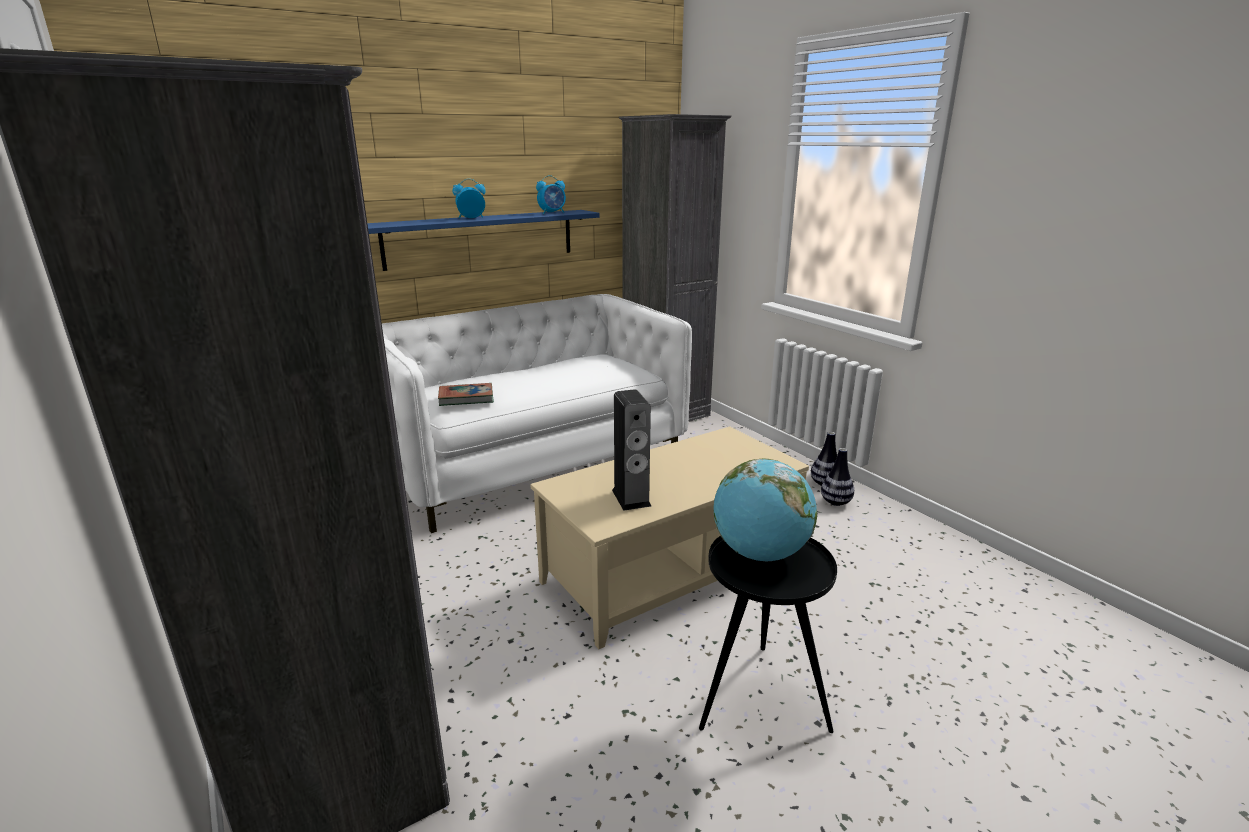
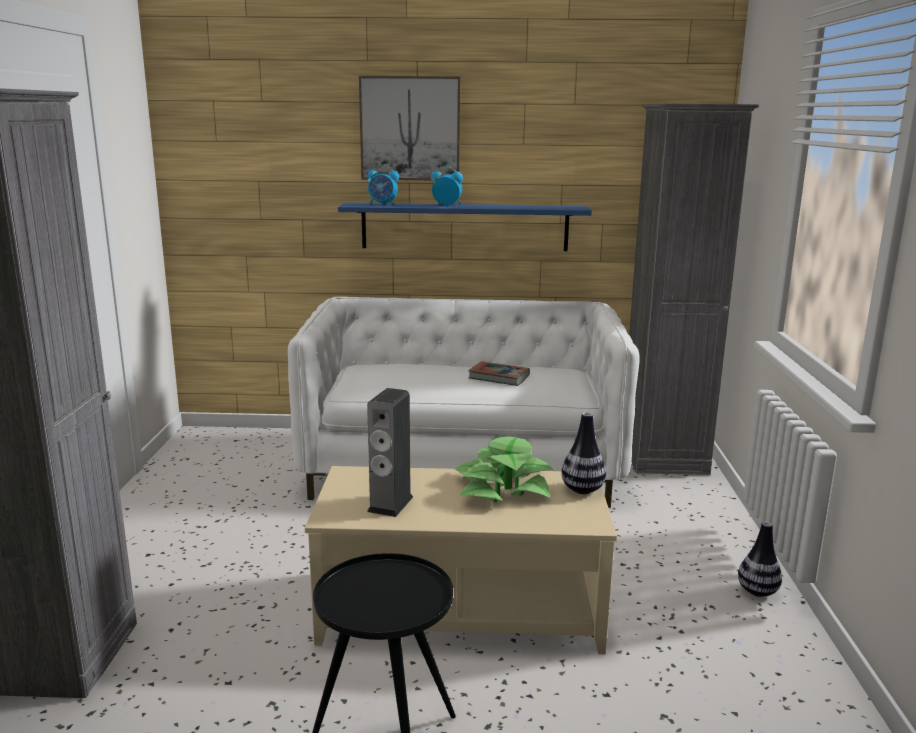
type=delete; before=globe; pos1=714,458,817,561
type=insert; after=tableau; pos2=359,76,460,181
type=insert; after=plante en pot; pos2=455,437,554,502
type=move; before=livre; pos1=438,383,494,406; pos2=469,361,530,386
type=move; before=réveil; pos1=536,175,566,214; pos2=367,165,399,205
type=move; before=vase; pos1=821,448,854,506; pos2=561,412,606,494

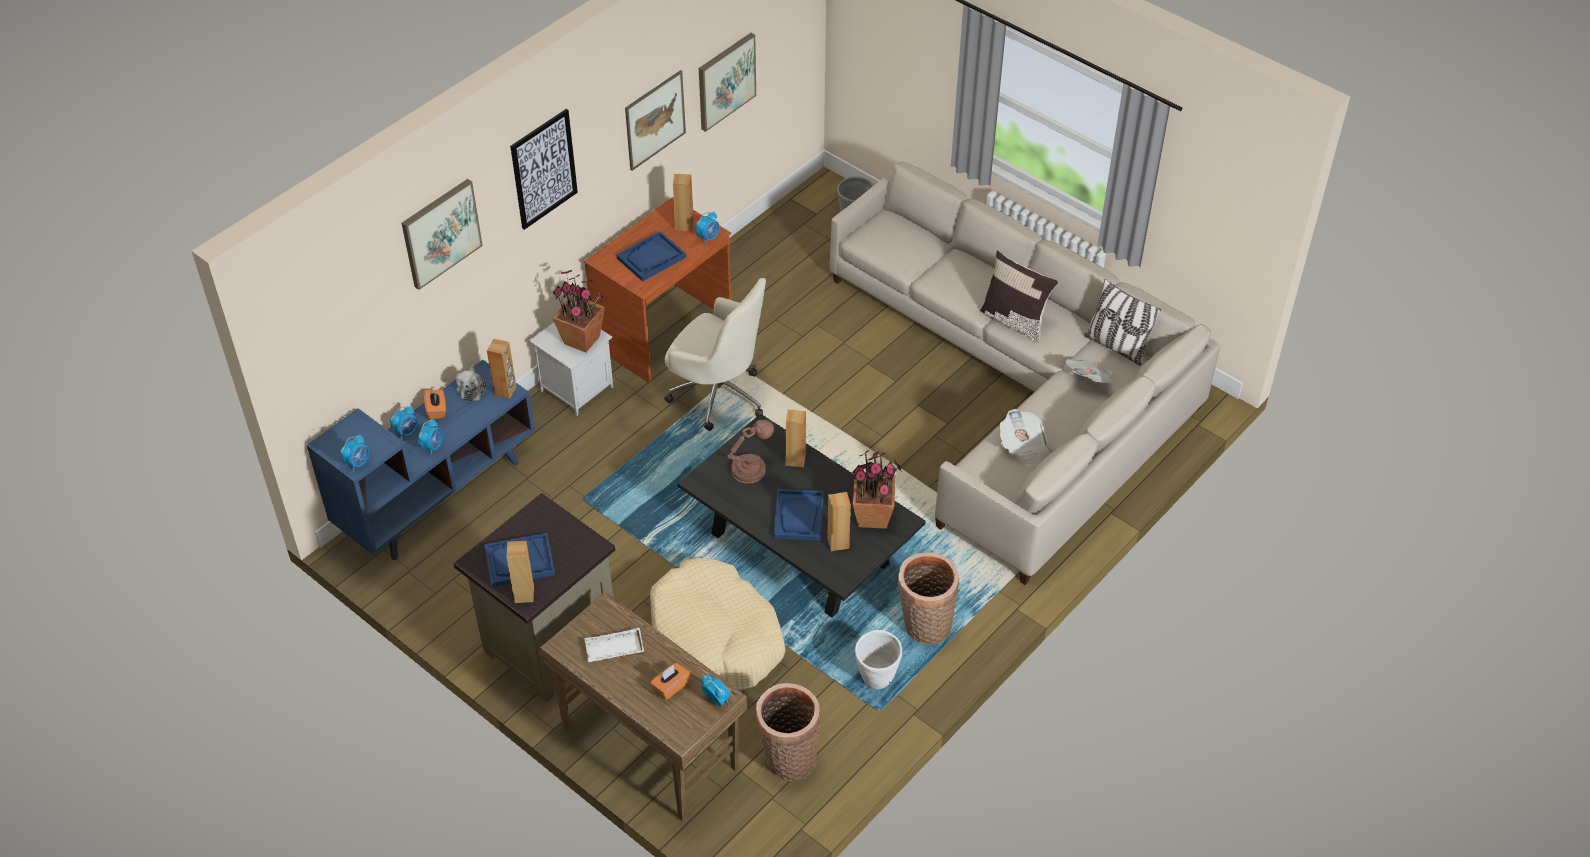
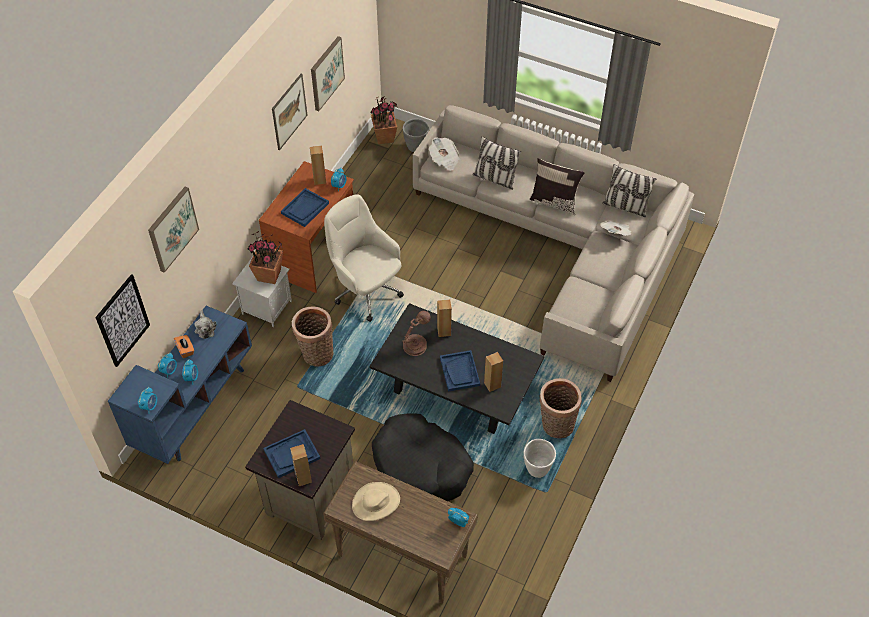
type=delete; before=enceinte [marron]; pos1=487,339,516,399
type=delete; before=boîte à mouchoirs [orange]; pos1=650,663,690,700
type=insert; after=coussin; pos2=473,136,521,190
type=move; before=tableau; pos1=510,109,578,230; pos2=95,274,150,367
type=move; before=panier; pos1=756,683,820,781; pos2=292,306,333,367
type=move; before=plante en pot; pos1=852,450,902,529; pos2=370,97,397,144
type=move; before=journal; pos1=999,409,1048,467; pos2=429,137,461,171
type=replace; before=plateau [blanc]; after=chapeau [beige]; pos1=585,628,644,662; pos2=352,482,400,521
type=recolor; before=panier pour chien [beige]; after=panier pour chien [noir]; pos1=650,558,785,690; pos2=372,413,474,501
type=rotate; before=chaise de bureau [beige]; pos1=664,278,766,431; pos2=324,194,404,322; turn=-150

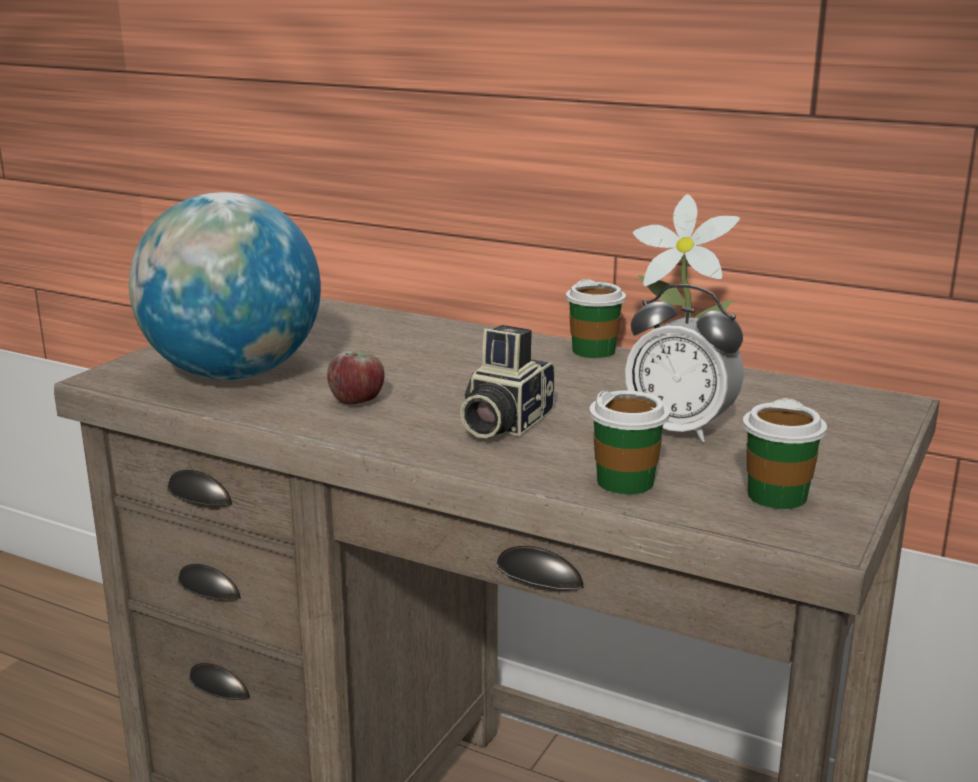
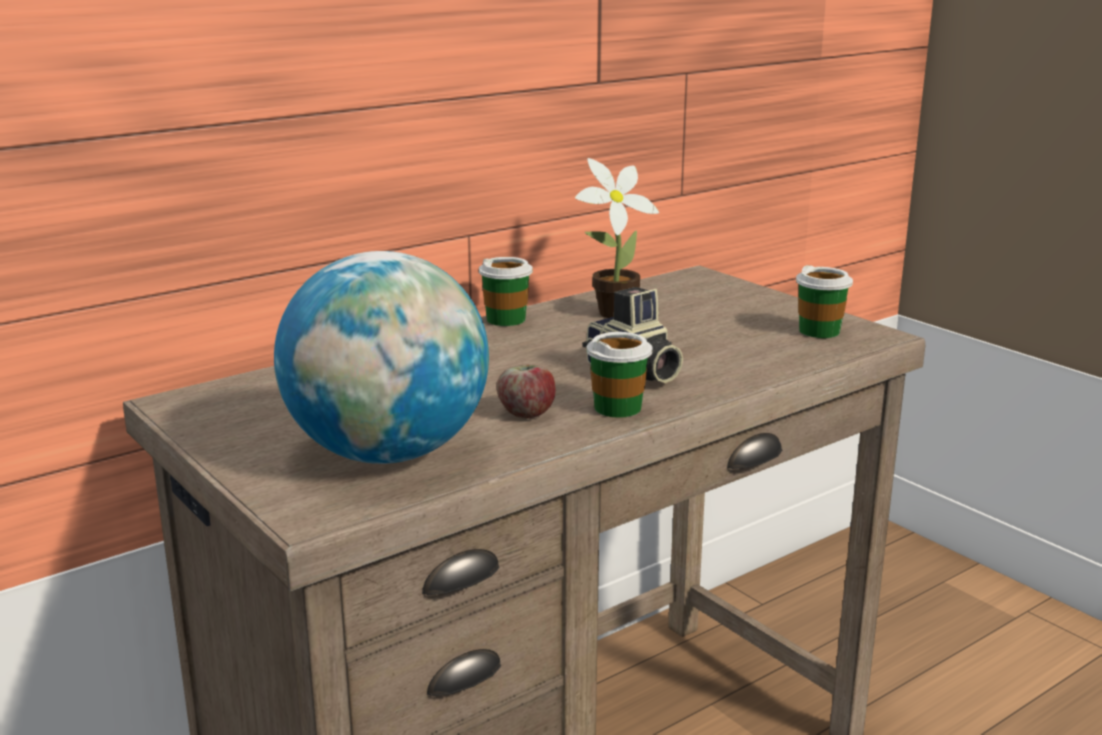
type=delete; before=réveil; pos1=625,284,744,443
type=move; before=tasse; pos1=589,390,670,495; pos2=587,332,653,418

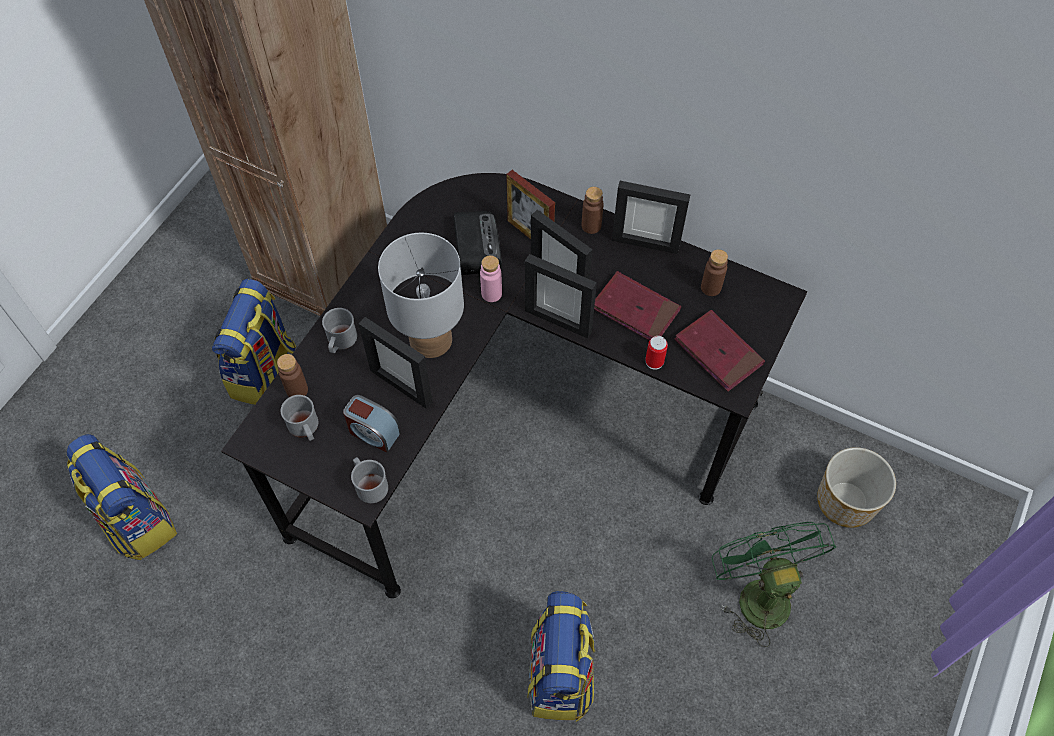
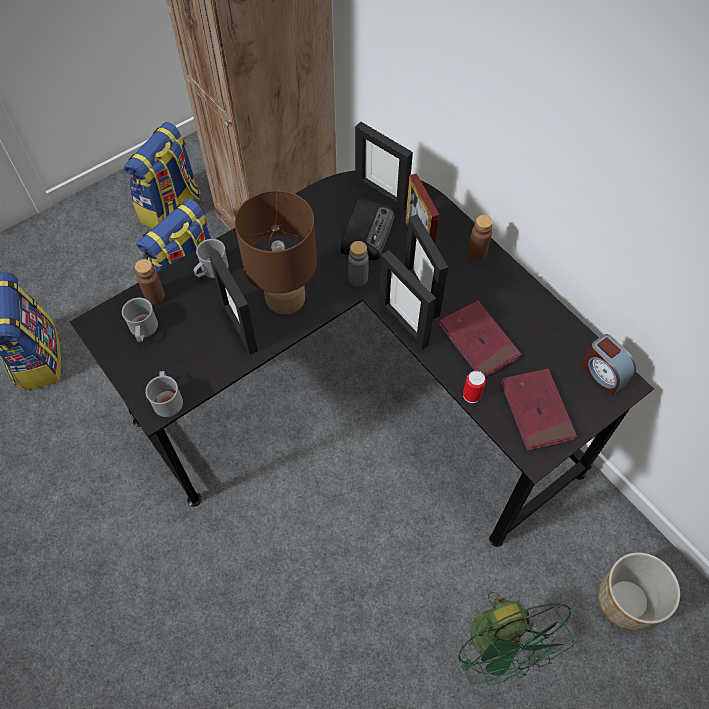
type=delete; before=bouteille [marron]; pos1=701,249,728,296
type=move; before=réveil; pos1=343,395,401,453; pos2=582,334,636,396
type=move; before=sac à dos; pos1=528,591,595,722; pos2=124,122,201,229
type=move; before=cadre photo; pos1=612,181,690,254; pos2=355,122,413,211
type=recolor; before=lampe de table [gris]; after=lampe de table [marron]; pos1=378,233,464,358; pos2=235,190,317,314
type=recolor; before=bouteille [rose]; after=bouteille [gris]; pos1=480,255,502,302; pos2=348,241,369,287
type=rotate; before=ventilateur [vert]; pos1=712,522,836,647; pos2=458,592,581,686; turn=150

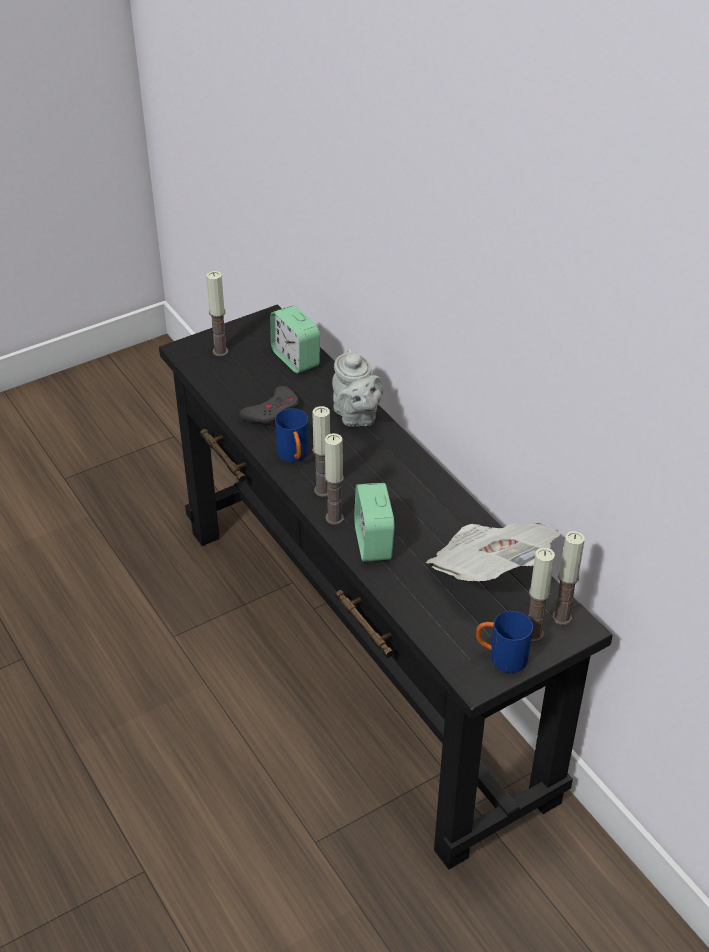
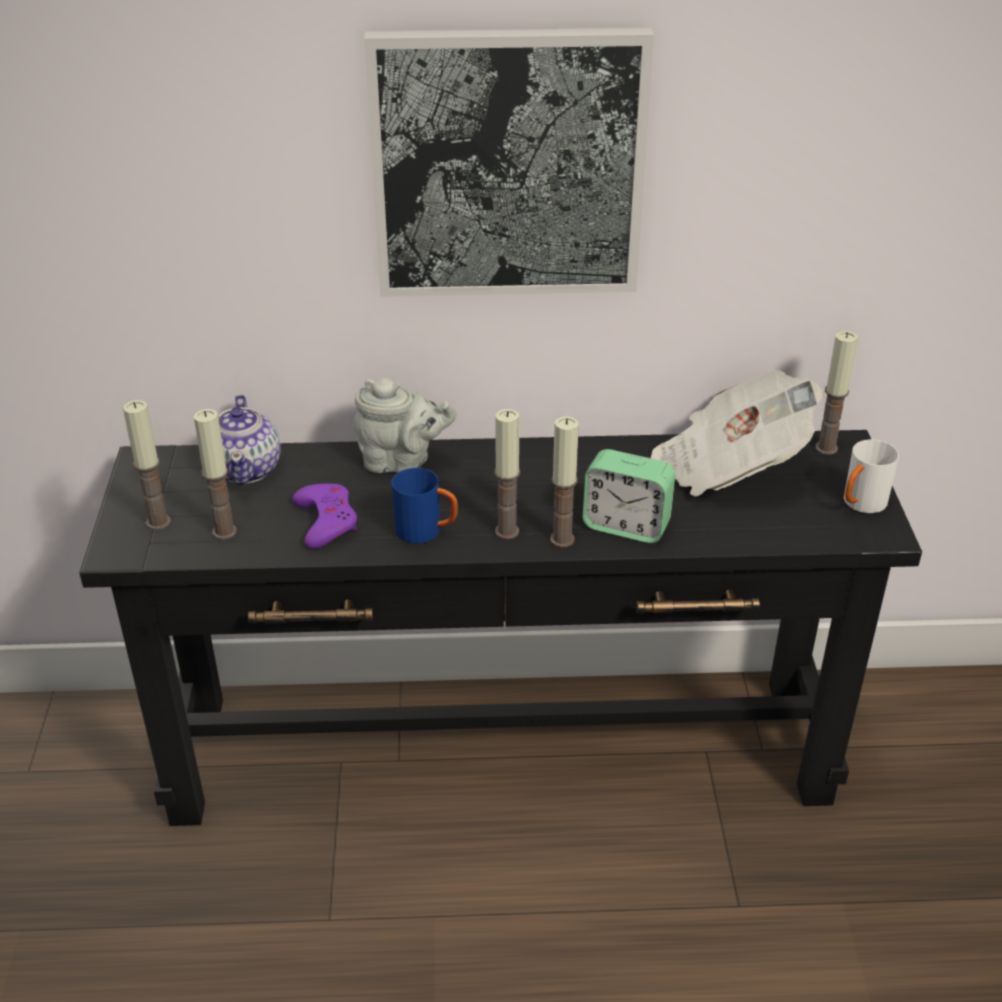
type=insert; after=tableau; pos2=364,28,654,297
type=move; before=bougie; pos1=528,547,555,642; pos2=194,409,237,539
type=replace; before=réveil; after=théière; pos1=270,305,320,373; pos2=218,395,281,485
type=recolor; before=manette [gris]; after=manette [violet]; pos1=239,386,299,427; pos2=292,483,357,549
type=recolor; before=mug [bleu]; after=mug [blanc]; pos1=476,611,533,673; pos2=844,439,899,513

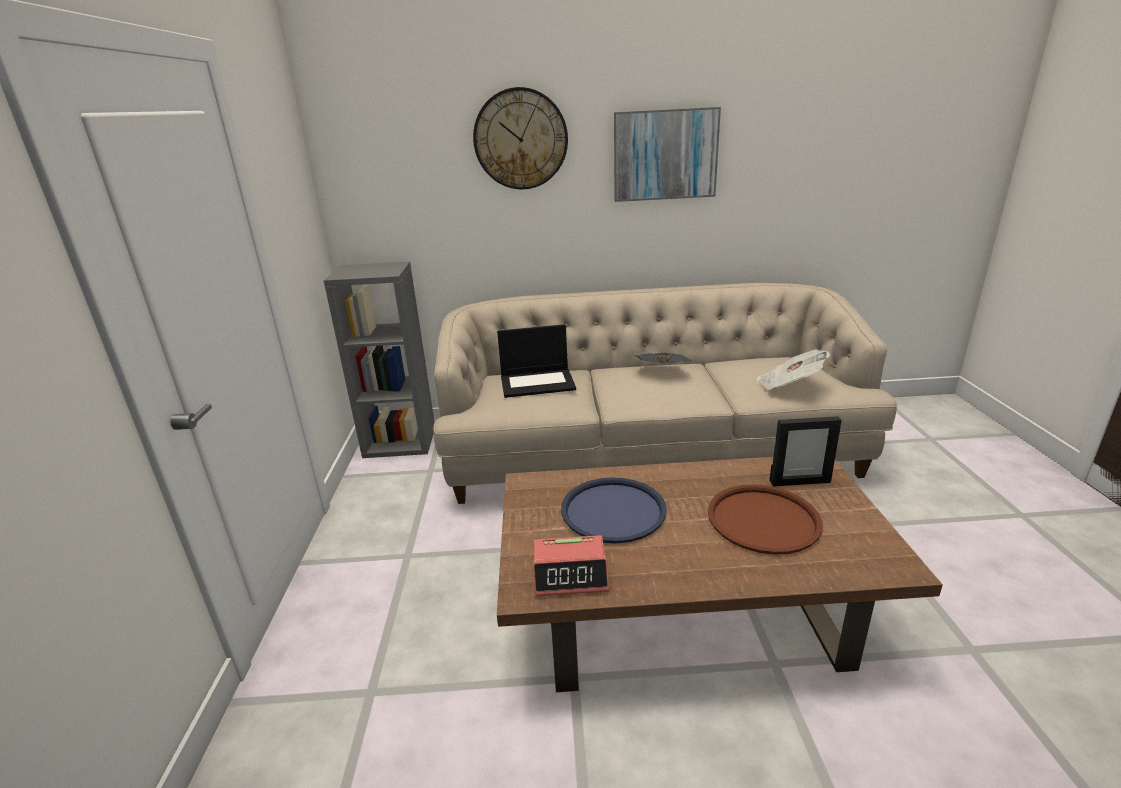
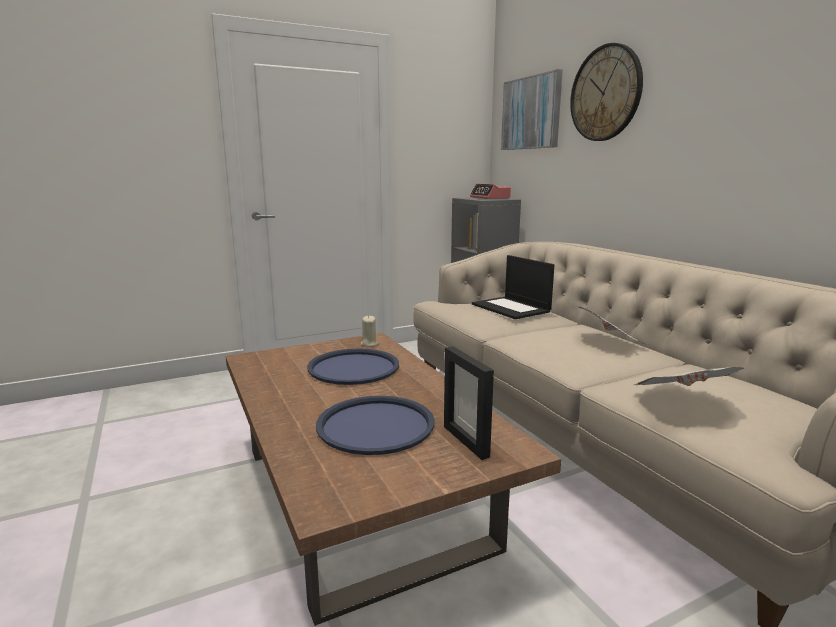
type=insert; after=bougie [beige]; pos2=361,315,378,347
type=move; before=réveil; pos1=533,535,609,597; pos2=470,184,511,199
type=move; before=tableau; pos1=614,107,721,202; pos2=501,69,563,150
type=recolor; before=plateau [marron]; after=plateau [bleu]; pos1=708,485,823,555; pos2=316,396,435,455

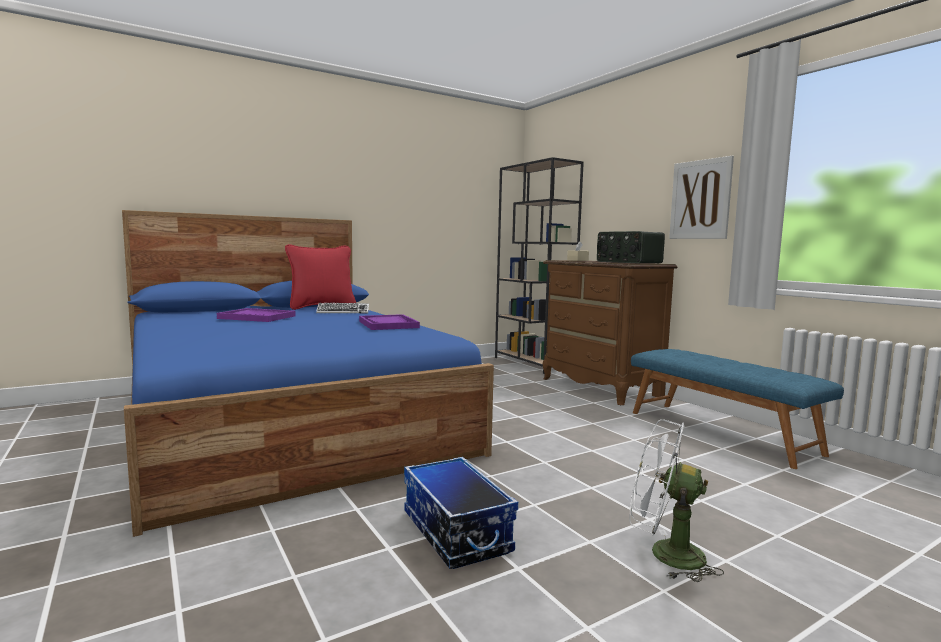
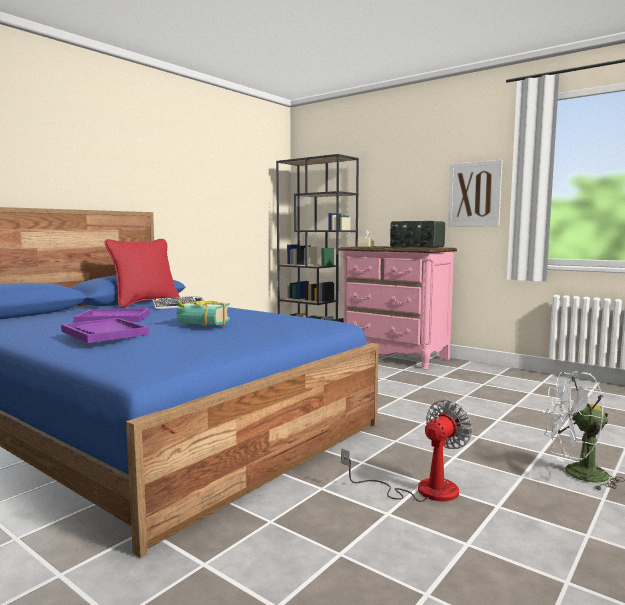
type=delete; before=banc [bleu]; pos1=631,349,844,469
type=insert; after=livre; pos2=176,300,230,326
type=move; before=plateau [violet]; pos1=359,314,420,330; pos2=61,318,149,343
type=replace; before=boîte de rangement; after=ventilateur; pos1=404,457,518,569; pos2=341,400,473,502
type=recolor; before=commode [marron]; after=commode [rose]; pos1=543,260,677,405; pos2=338,246,457,369

